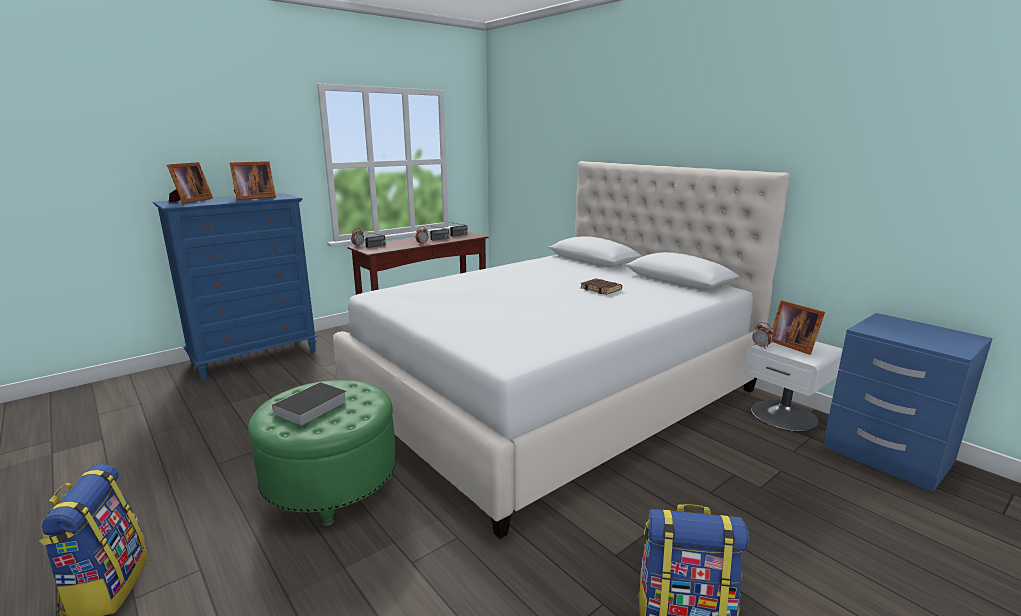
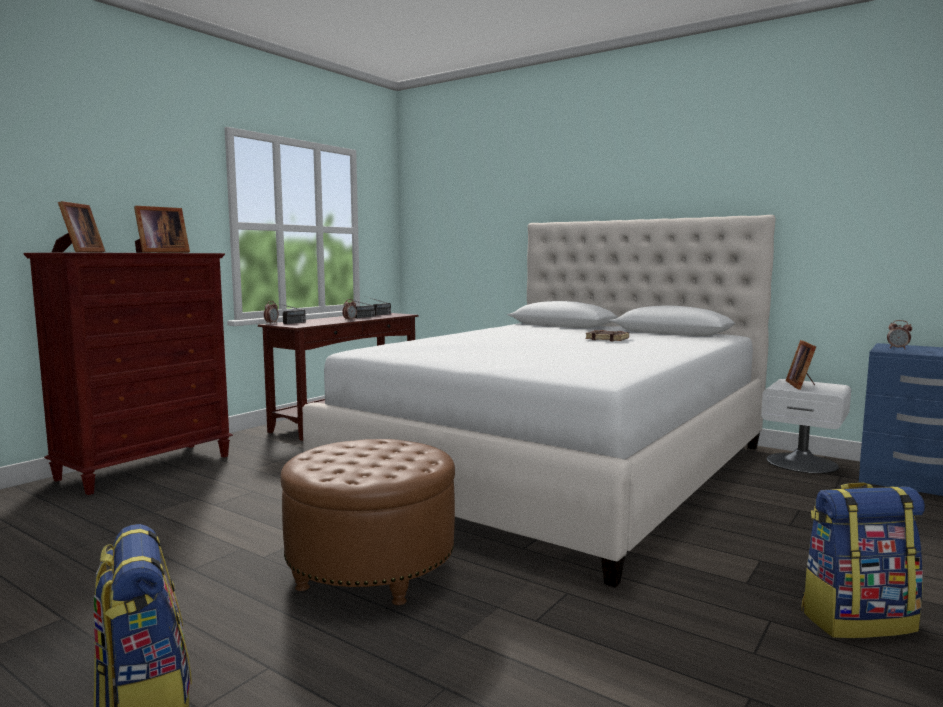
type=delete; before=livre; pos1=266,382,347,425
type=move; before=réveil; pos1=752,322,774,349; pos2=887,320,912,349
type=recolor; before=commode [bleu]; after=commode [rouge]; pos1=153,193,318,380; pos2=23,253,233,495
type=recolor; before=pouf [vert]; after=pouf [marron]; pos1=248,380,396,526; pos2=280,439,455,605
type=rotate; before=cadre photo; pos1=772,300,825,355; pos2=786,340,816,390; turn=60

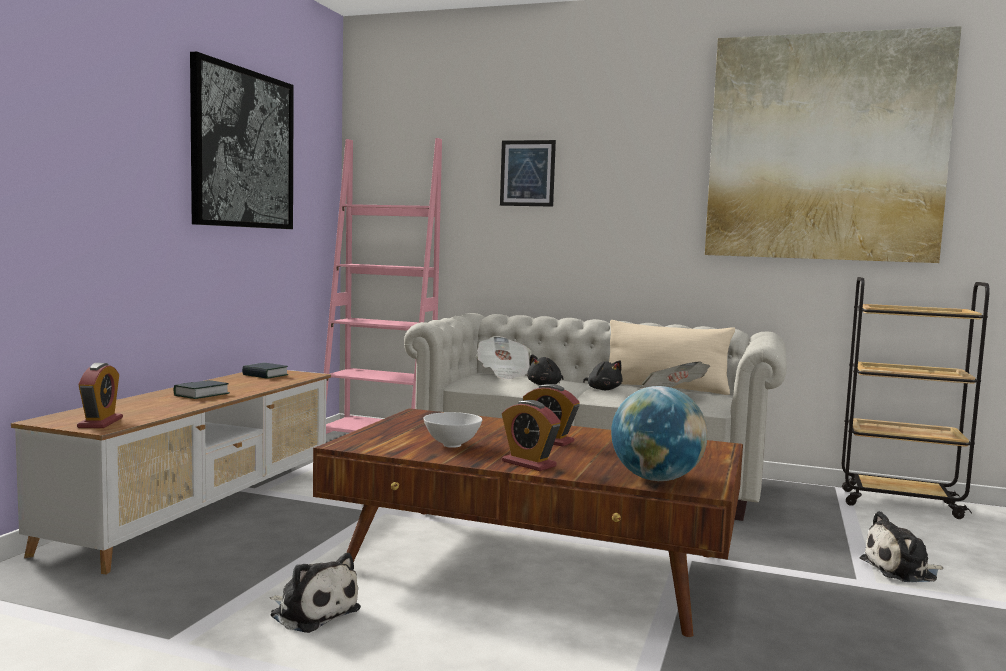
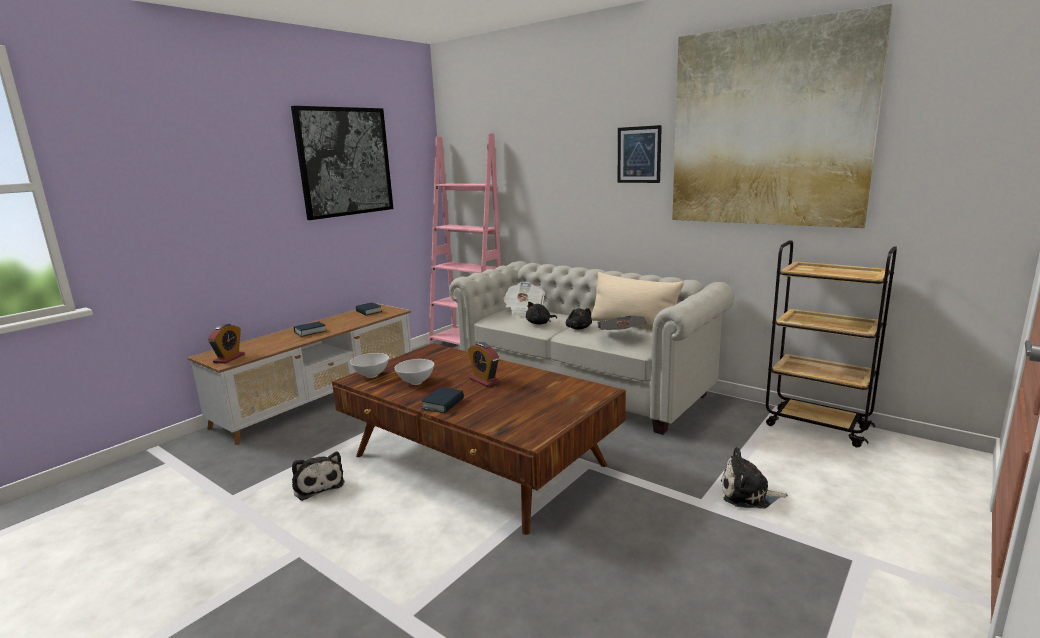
type=delete; before=globe; pos1=611,386,708,481
type=insert; after=bol [blanc]; pos2=350,353,389,378
type=move; before=tableau; pos1=500,140,556,207; pos2=618,125,662,183
type=replace; before=réveil; after=livre; pos1=502,400,561,471; pos2=421,387,464,414

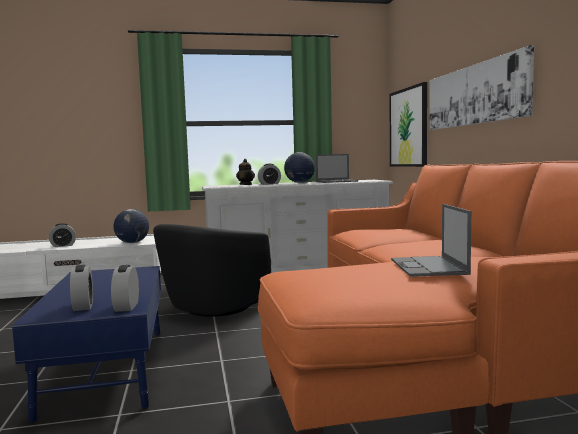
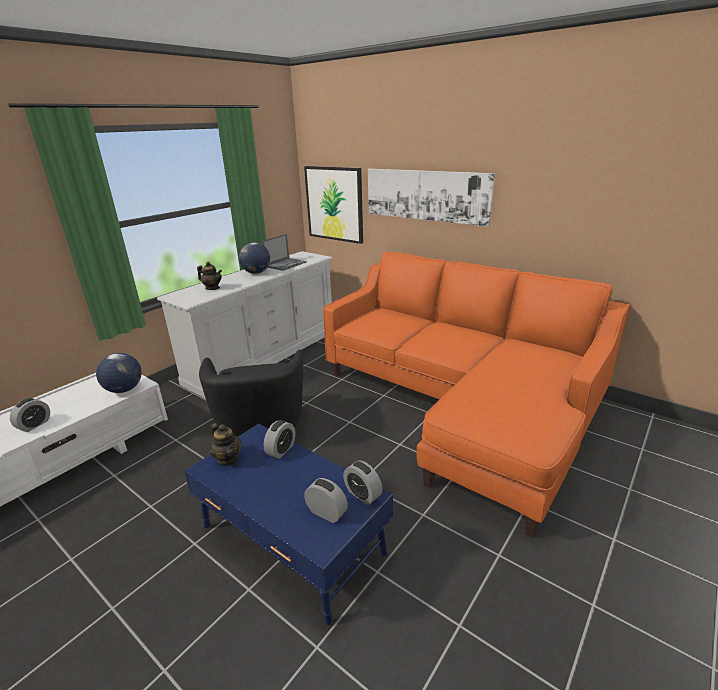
type=delete; before=ordinateur portable; pos1=391,204,471,277
type=insert; after=théière; pos2=210,423,241,466
type=move; before=réveil; pos1=258,164,281,185; pos2=264,420,295,459

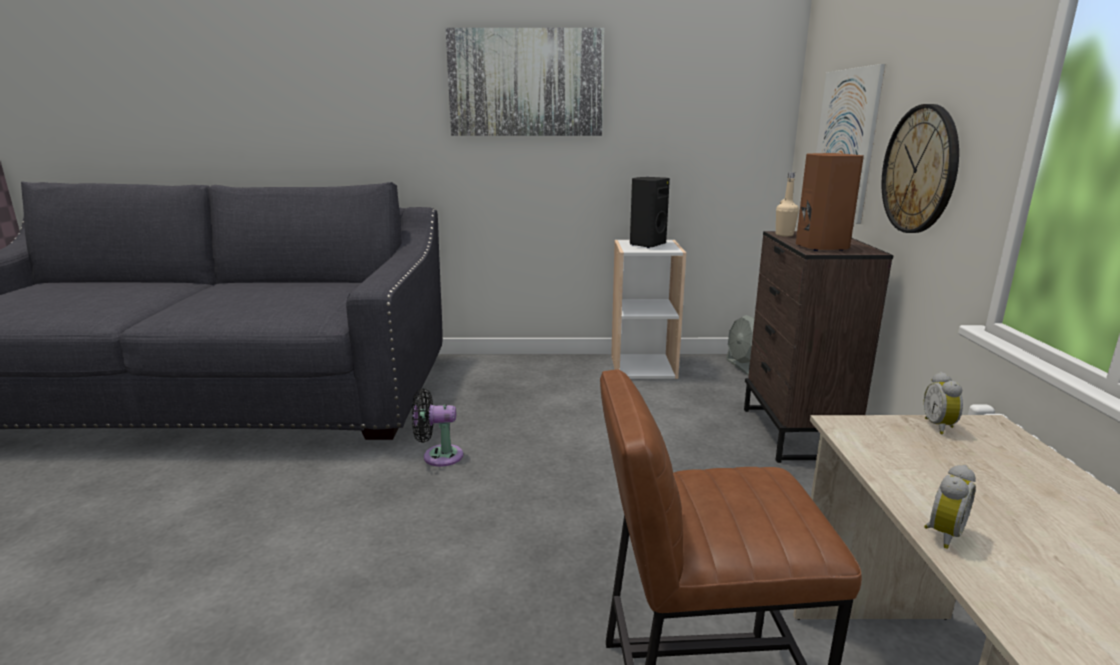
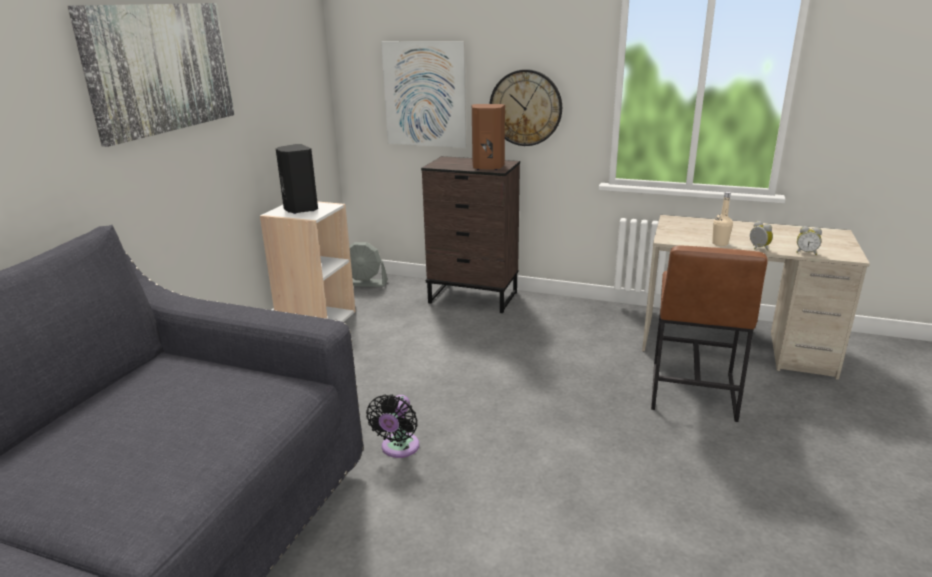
type=move; before=bouteille [beige]; pos1=776,172,799,236; pos2=712,192,733,246
type=move; before=réveil; pos1=924,372,963,434; pos2=796,226,822,255

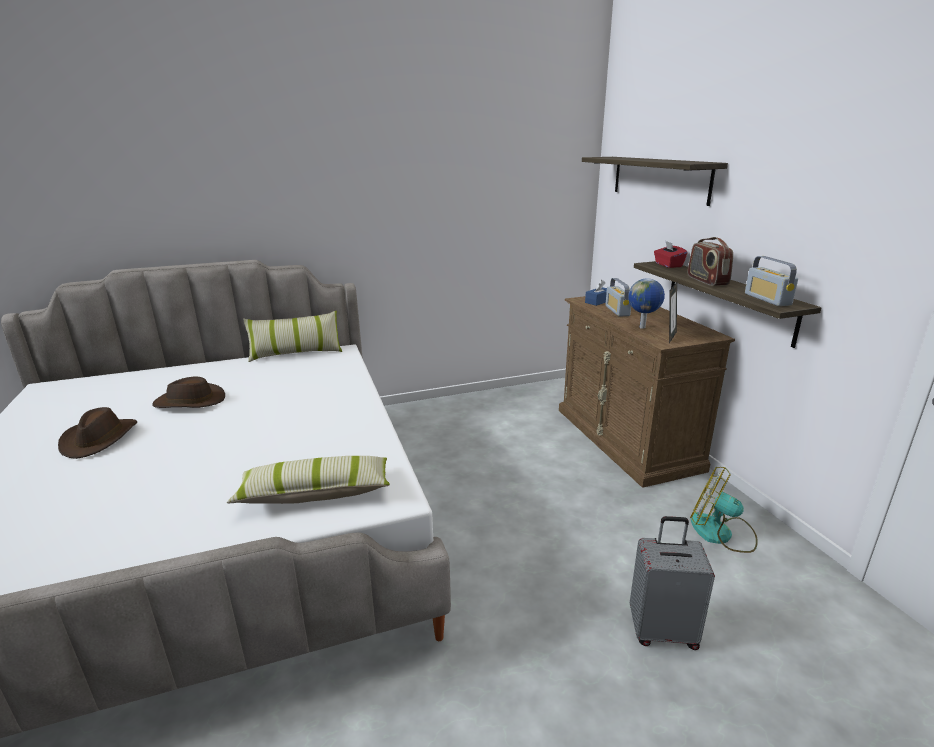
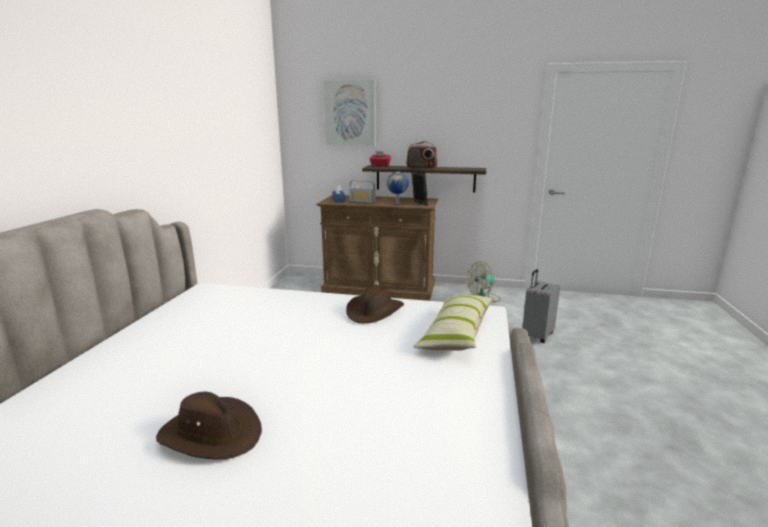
type=delete; before=coussin; pos1=243,311,342,362
type=delete; before=radio; pos1=745,256,798,306
type=move; before=chapeau [marron]; pos1=152,377,225,408; pos2=346,285,404,324
type=replace; before=étagère; after=tableau; pos1=582,157,728,206; pos2=323,80,376,146

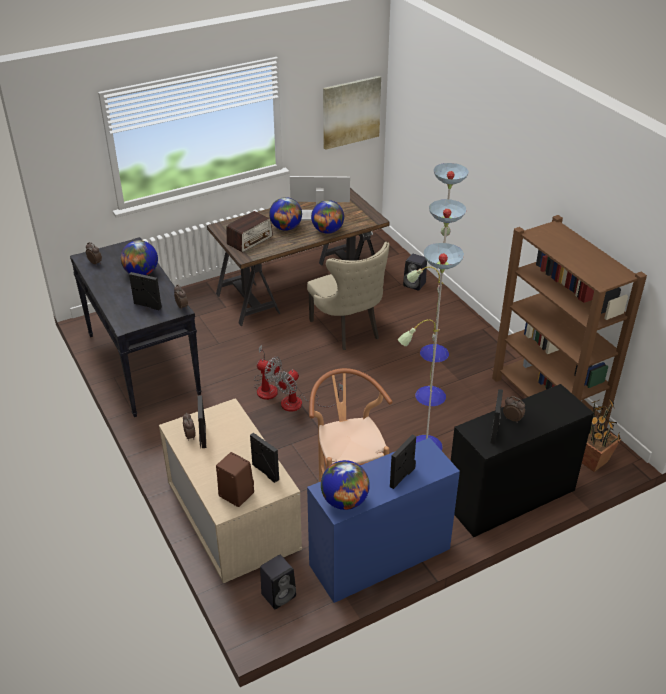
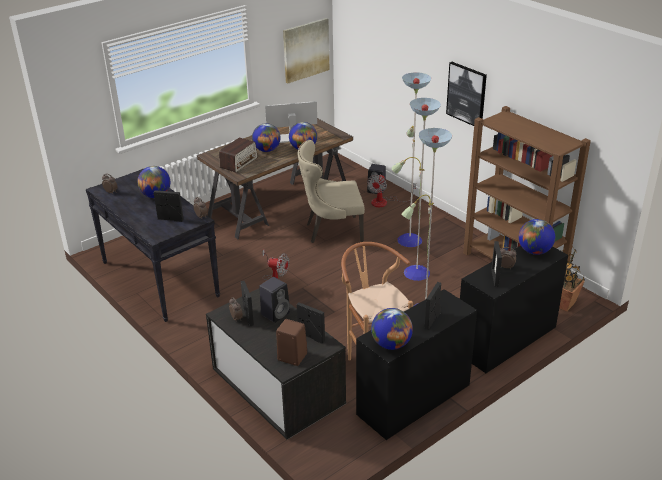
type=insert; after=tableau; pos2=446,62,487,126
type=insert; after=globe; pos2=519,219,555,255
type=move; before=enceinte [noir]; pos1=260,555,296,609; pos2=259,277,290,323
type=move; before=ventilateur; pos1=274,369,343,412; pos2=368,174,416,207
type=recolor; before=meuble de rangement [beige]; after=meuble de rangement [noir]; pos1=159,398,302,583; pos2=206,289,346,440
type=recolor; before=bureau [bleu]; after=bureau [noir]; pos1=307,438,460,603; pos2=356,289,477,440
type=rotate; before=chaise [beige]; pos1=307,242,390,350; pos2=298,140,365,243; turn=120

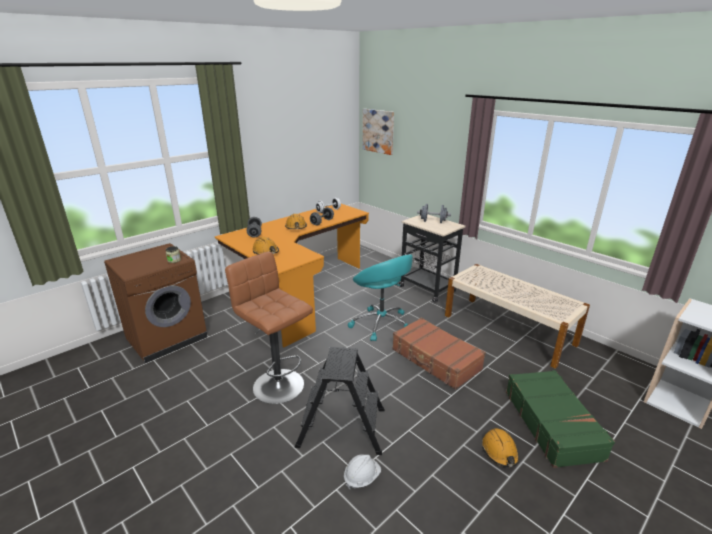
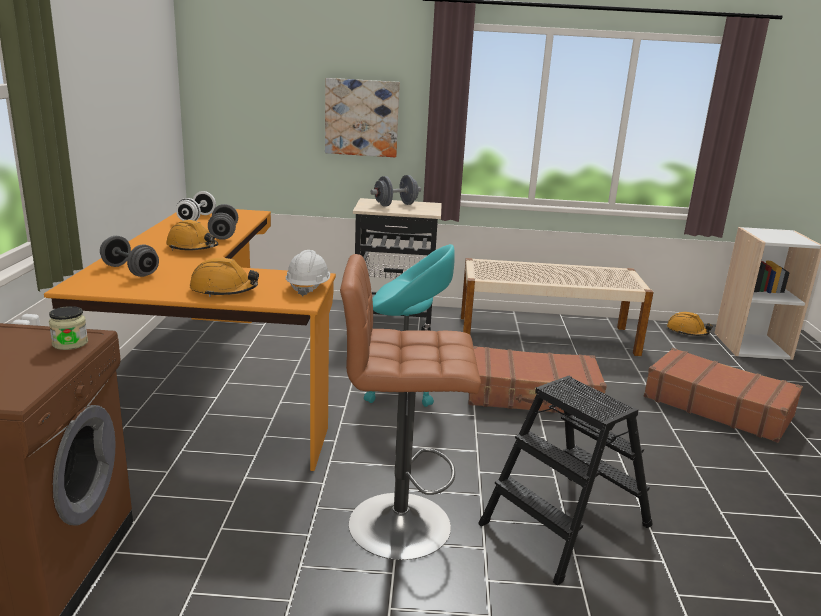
type=move; before=casque de chantier [blanc]; pos1=344,455,381,489; pos2=286,250,330,296
type=move; before=tableau; pos1=363,109,394,155; pos2=325,78,400,157
type=move; before=casque de chantier [orange]; pos1=482,428,519,467; pos2=667,312,713,336
type=recolor; before=valise [vert]; after=valise [marron]; pos1=506,370,615,468; pos2=644,348,803,443

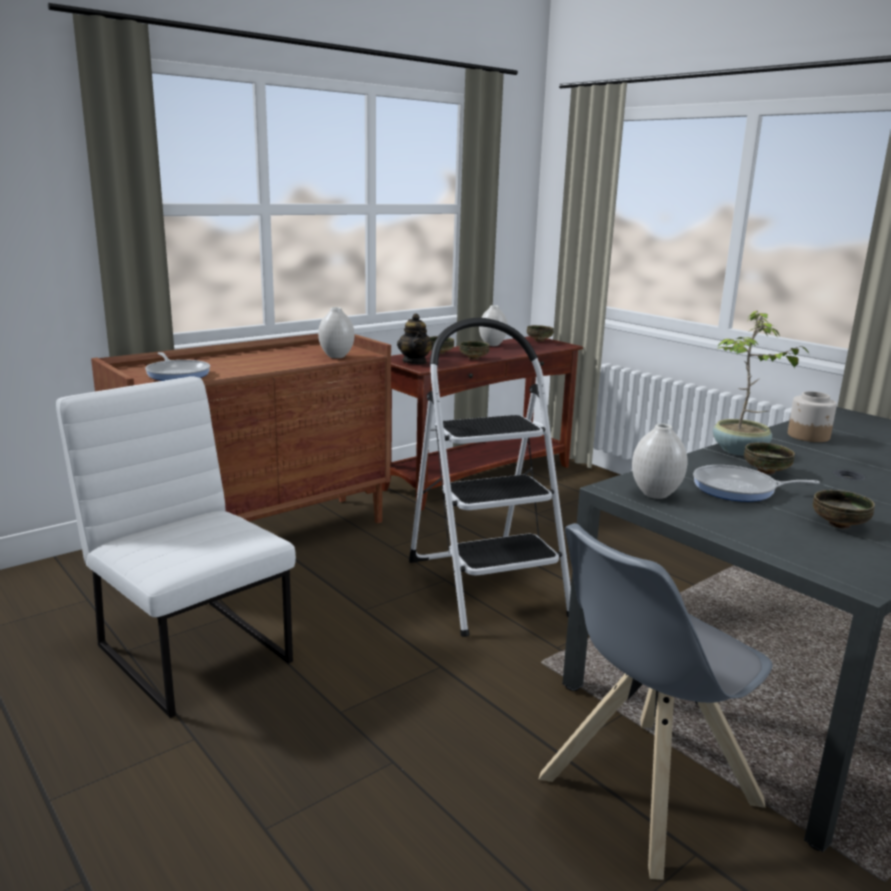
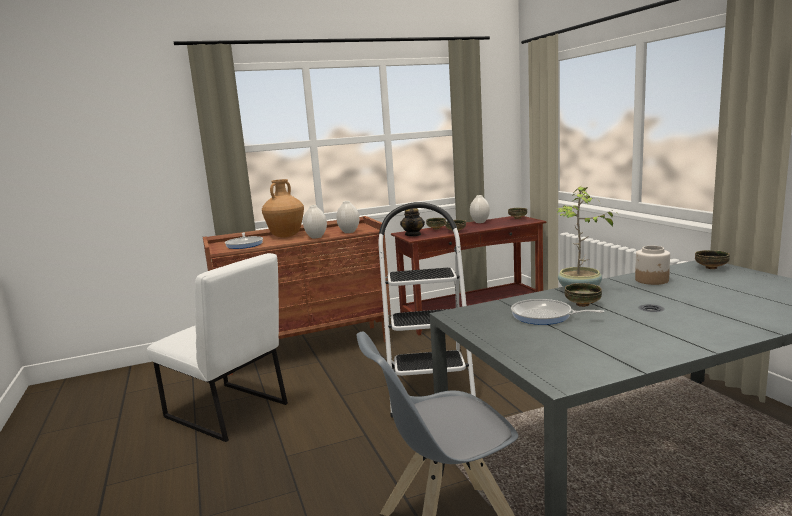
type=insert; after=vase [marron]; pos2=262,179,304,238
type=move; before=vase [blanc]; pos1=632,424,687,499; pos2=303,205,327,238
type=move; before=bol; pos1=813,490,875,529; pos2=695,250,730,269
type=rotate; before=chaise [blanc]; pos1=56,376,296,718; pos2=147,253,288,442; turn=150

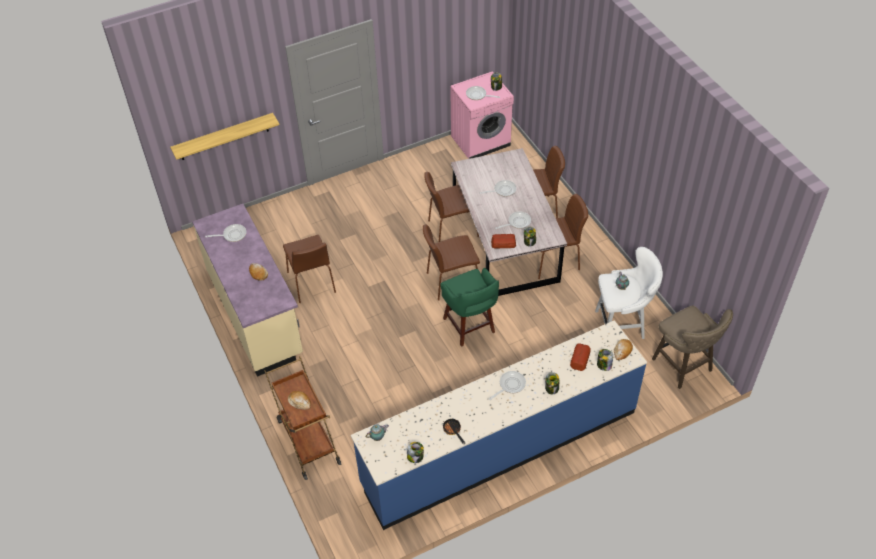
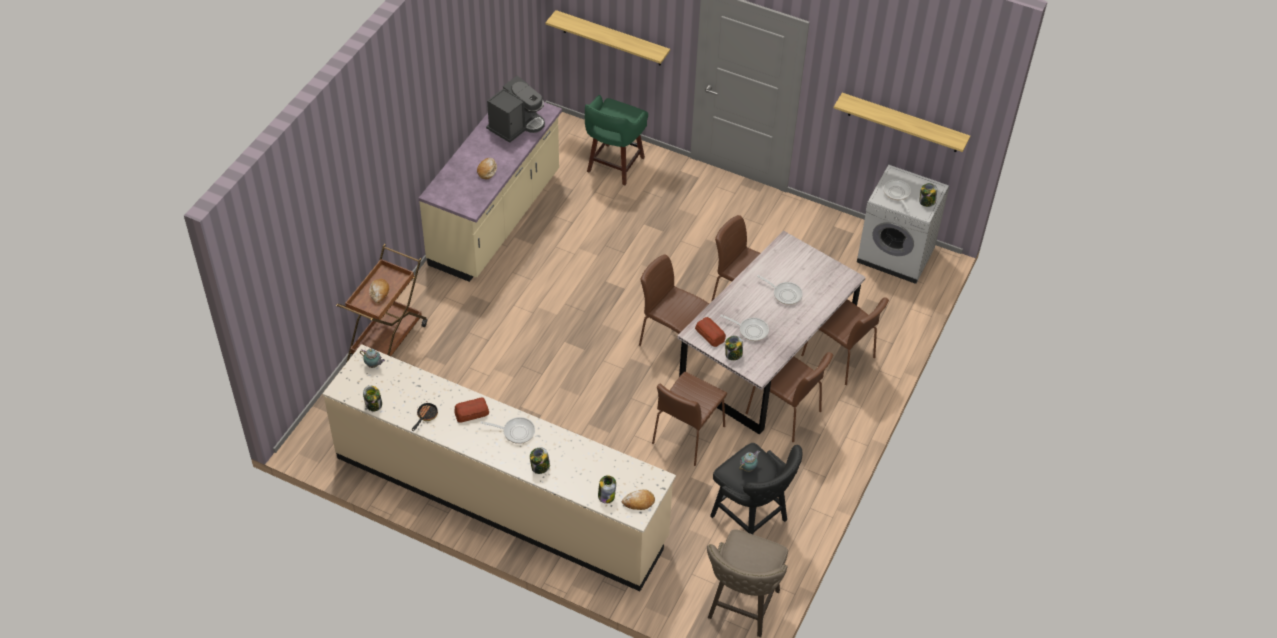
type=insert; after=étagère; pos2=834,93,970,152
type=move; before=chaise [marron]; pos1=283,235,336,303; pos2=652,372,727,466
type=move; before=tabouret [vert]; pos1=440,268,499,347; pos2=585,95,648,185
type=move; before=pain; pos1=570,344,591,371; pos2=455,398,489,422
type=replace; before=poêle; after=machine à café; pos1=205,224,246,242; pos2=486,75,545,143
type=recolor; before=comptoir de cuisine [bleu]; after=comptoir de cuisine [beige]; pos1=351,320,647,530; pos2=323,344,676,591
type=recolor; before=lave-linge [rose]; after=lave-linge [blanc]; pos1=450,71,514,159; pos2=857,165,949,284
type=recolor; before=tabouret [blanc]; after=tabouret [noir]; pos1=595,247,663,339; pos2=710,443,803,535

